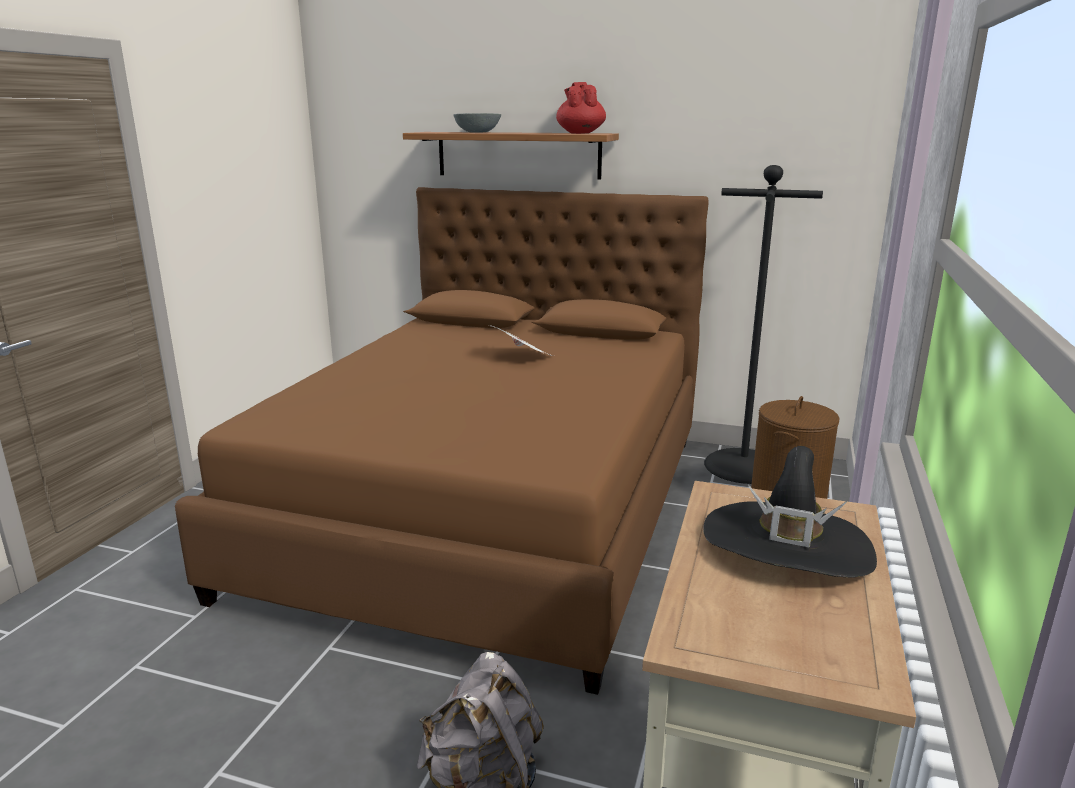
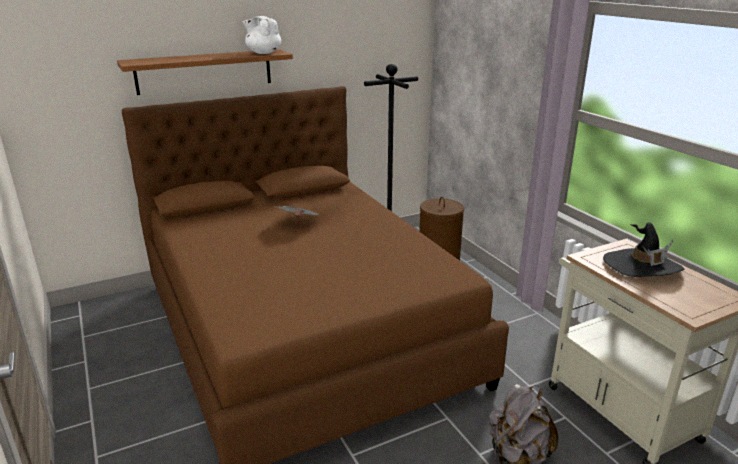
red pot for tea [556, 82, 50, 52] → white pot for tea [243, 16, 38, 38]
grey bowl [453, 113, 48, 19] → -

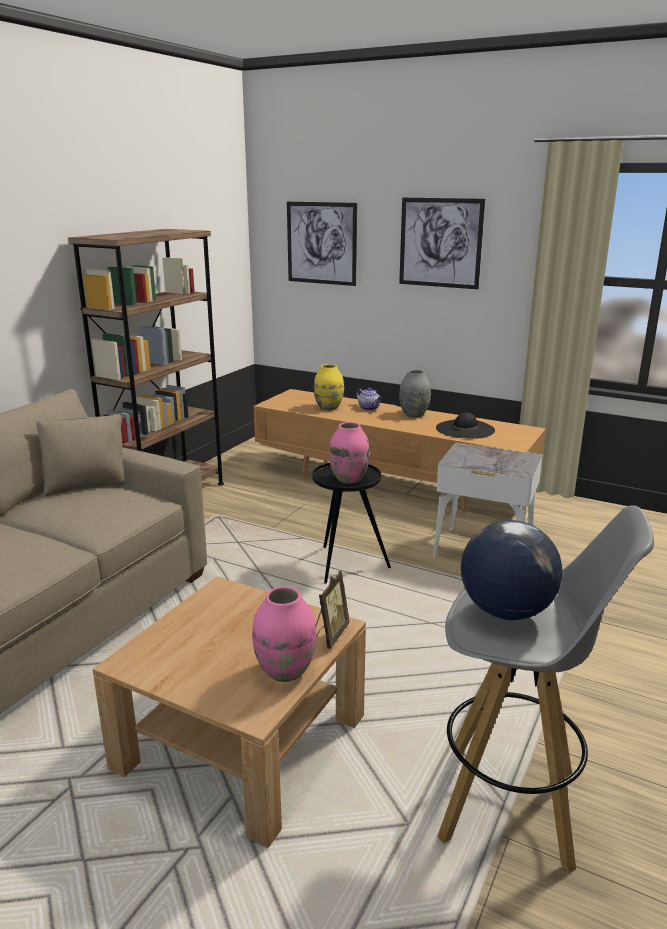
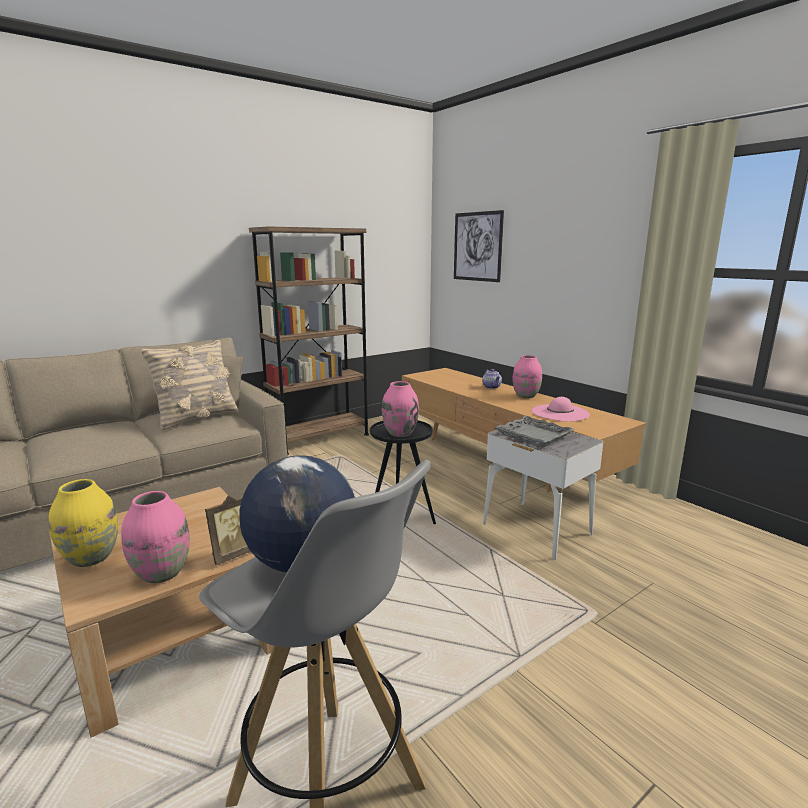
wall art [399, 198, 86, 91] → -
yellowish vase [314, 364, 30, 46] → yellowish vase [49, 479, 69, 88], moved
grey vase [399, 370, 32, 47] → pink-coloured vase [512, 355, 30, 43]
black-coloured hat [436, 412, 59, 27] → pink-coloured hat [532, 397, 58, 25]
- → beige throw pillow [141, 340, 98, 90]
- → grey carrying tray [495, 416, 80, 31]

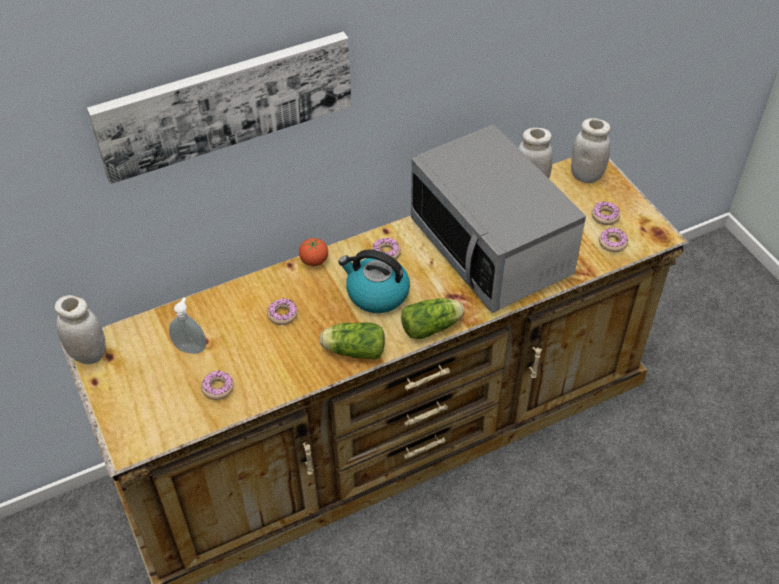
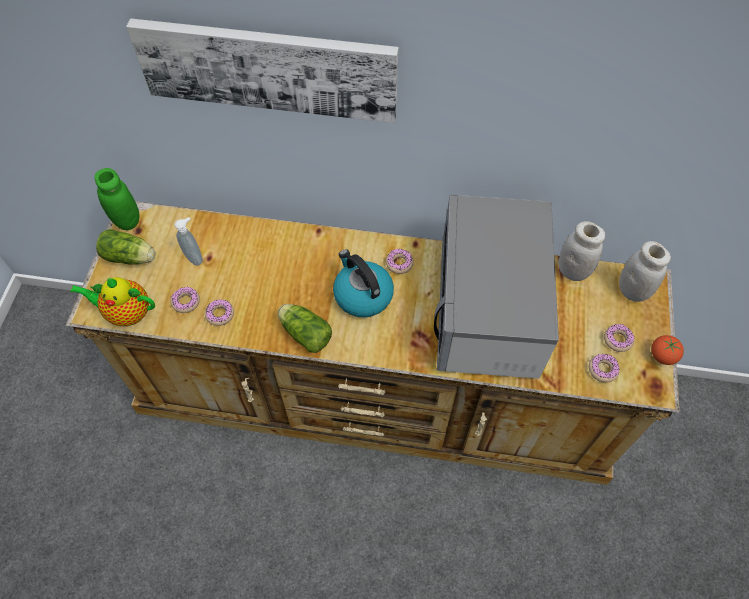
tomato [299, 238, 29, 28] → tomato [651, 335, 33, 30], moved
white jar [54, 295, 52, 69] → green jar [94, 168, 46, 62]
donut [267, 298, 31, 27] → donut [205, 299, 29, 27], moved
lettuce [401, 298, 64, 41] → lettuce [96, 229, 60, 36], moved
- → pot for tea [70, 277, 85, 49]

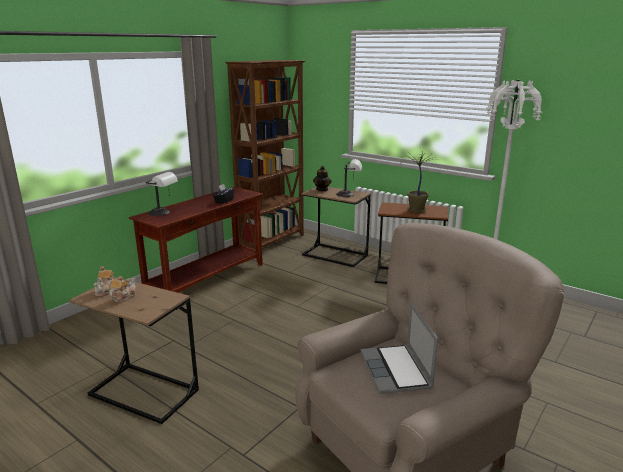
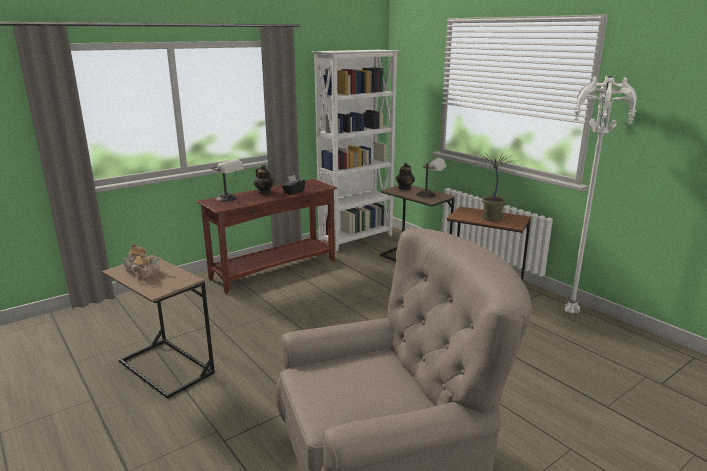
brown-coloured bookshelf [225, 60, 81, 189] → white bookshelf [312, 50, 89, 202]
portable computer [361, 302, 77, 92] → -
- → pot for tea [254, 165, 20, 29]

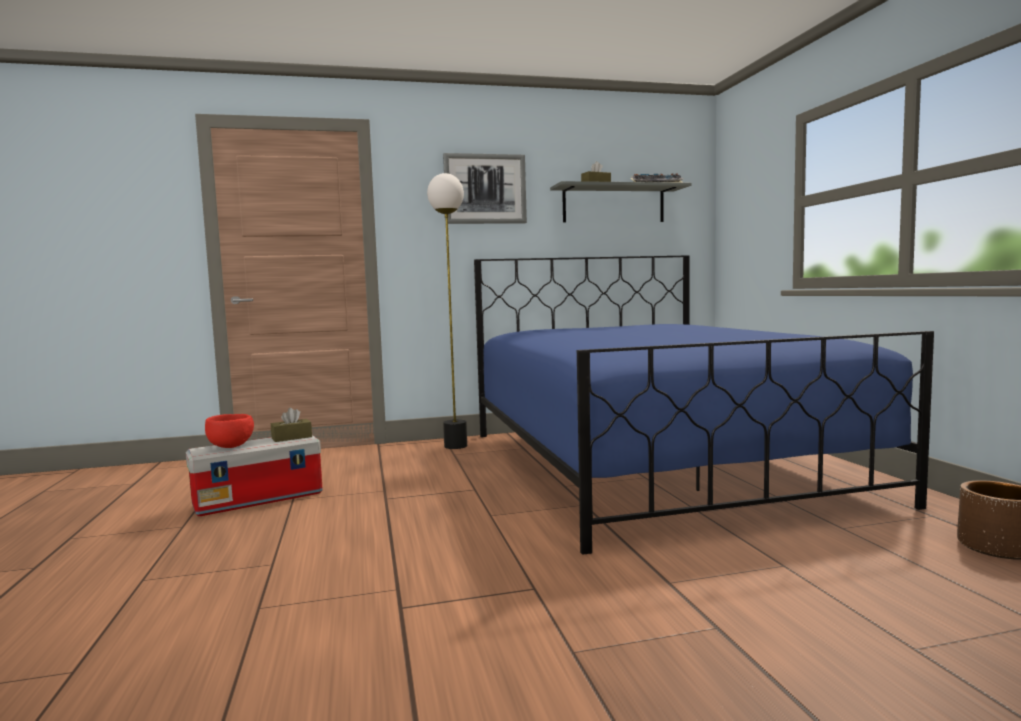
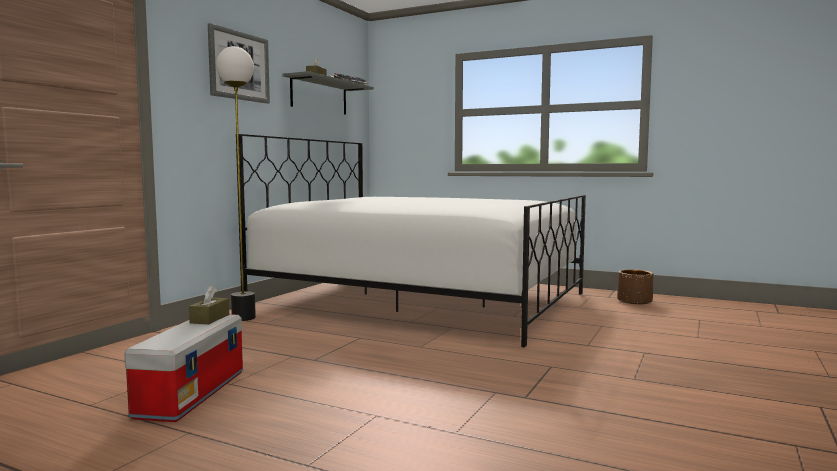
blue bed [474, 255, 460, 300] → white bed [236, 134, 350, 214]
red bowl [205, 414, 49, 34] → -

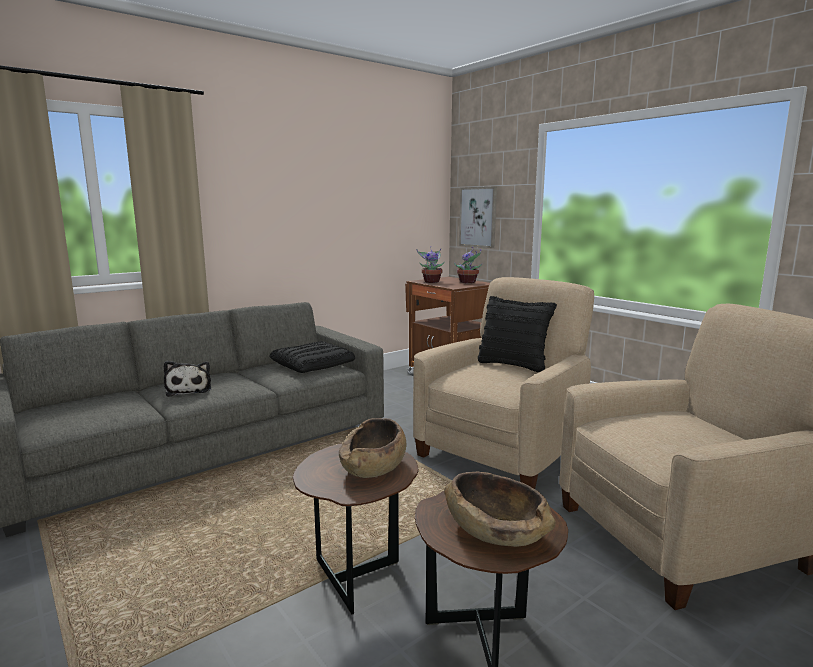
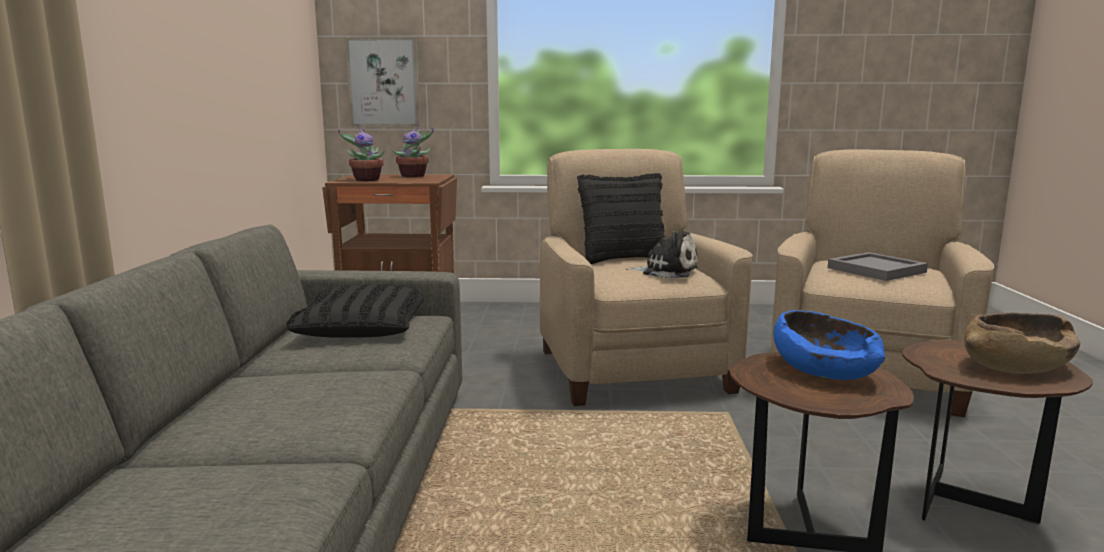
soft toy [164, 361, 47, 36] → soft toy [626, 230, 72, 48], moved
brown-coloured bowl [339, 418, 67, 60] → blue bowl [773, 310, 112, 70]
- → grey carrying tray [828, 252, 100, 29]

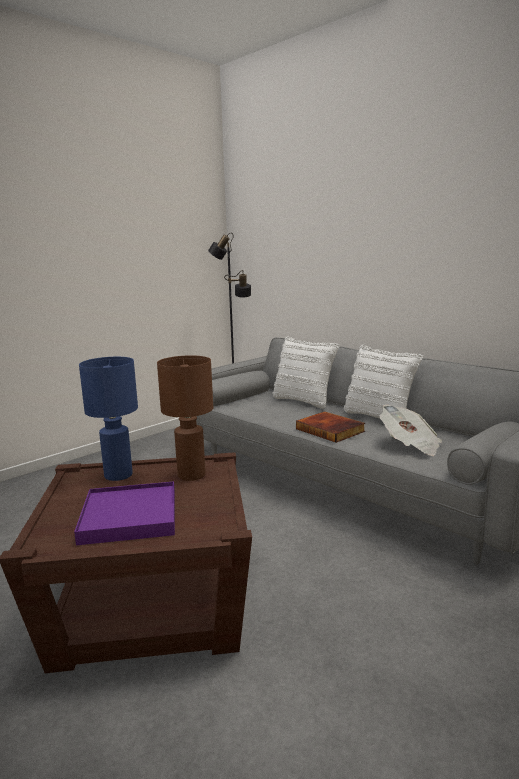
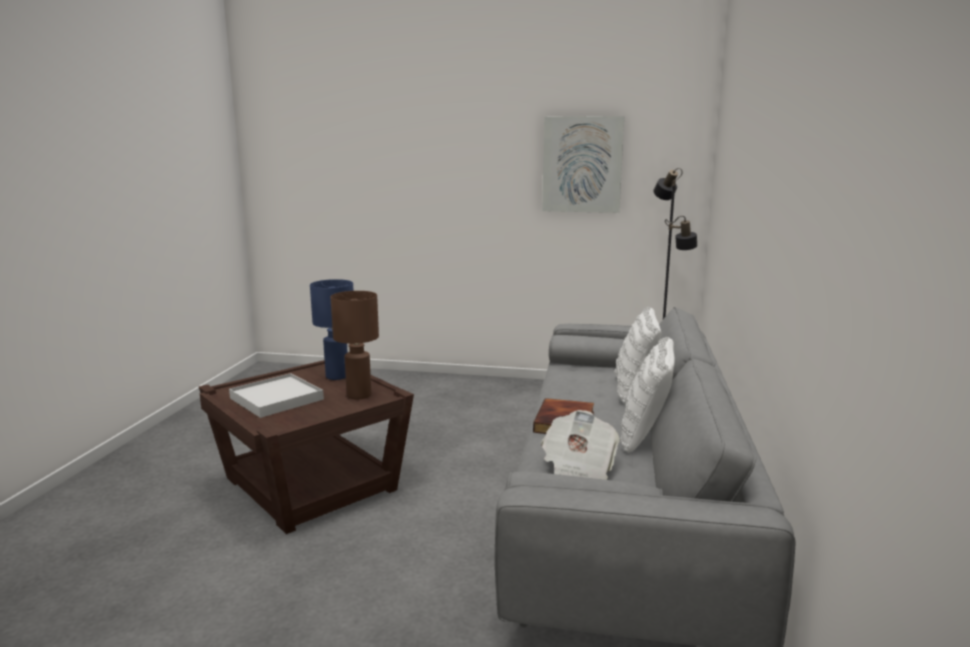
purple-coloured carrying tray [74, 481, 101, 64] → white carrying tray [229, 373, 95, 45]
- → wall art [542, 116, 82, 97]

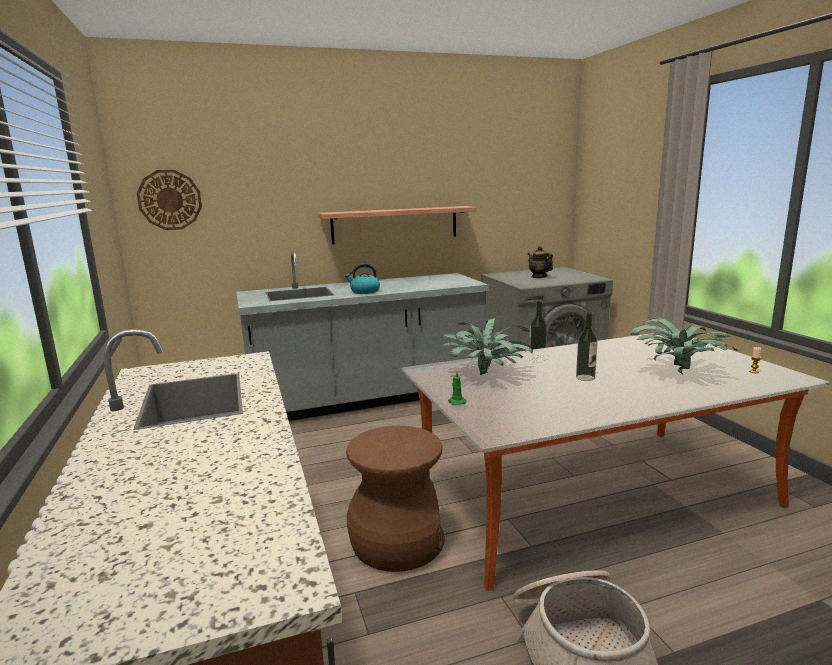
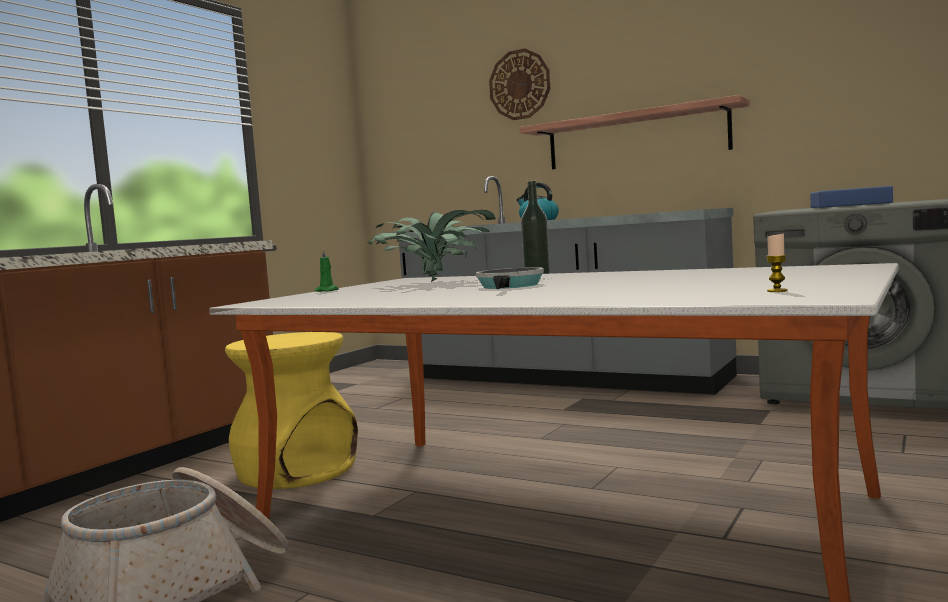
hanging clock [137, 170, 65, 60] → hanging clock [489, 48, 61, 72], moved
pot for tea [528, 246, 25, 32] → blue carrying tray [810, 186, 83, 22]
drink bottle [576, 312, 22, 69] → skillet [476, 267, 68, 22]
plant in a pot [630, 318, 110, 57] → -
brown-coloured sitting stool [346, 426, 99, 146] → yellowish sitting stool [225, 332, 133, 157]

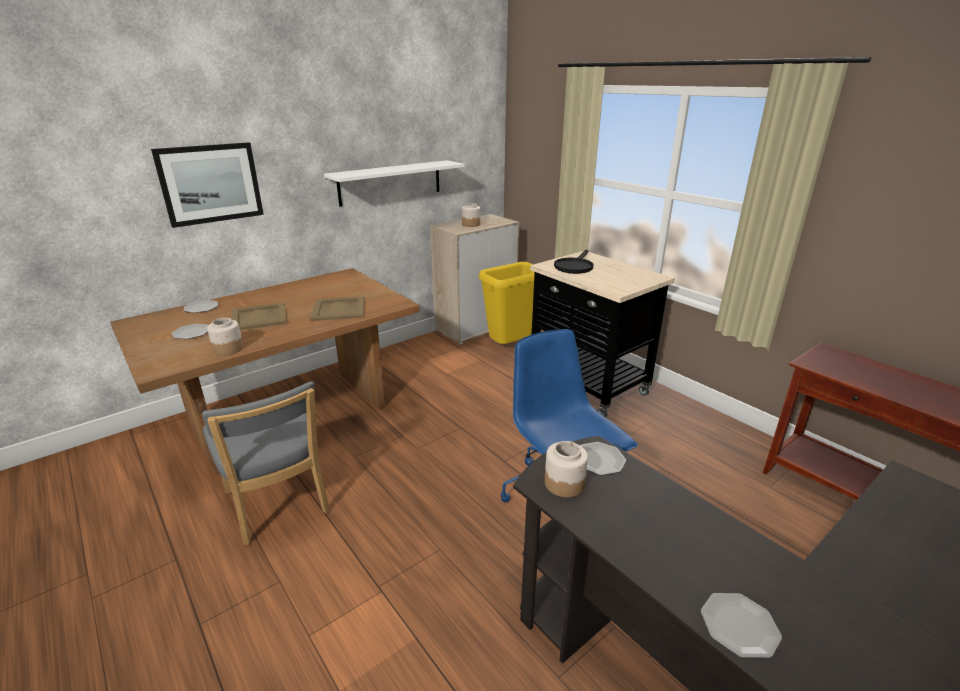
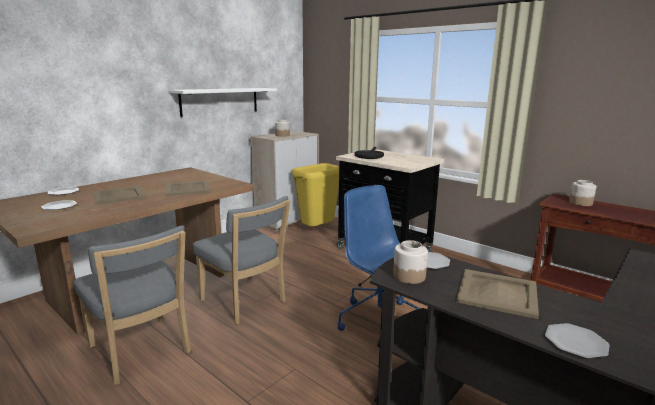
wall art [151, 142, 113, 86] → -
jar [207, 318, 36, 38] → jar [569, 180, 28, 26], moved
- → grey plain chair [193, 196, 97, 128]
- → beige carrying tray [456, 269, 83, 50]

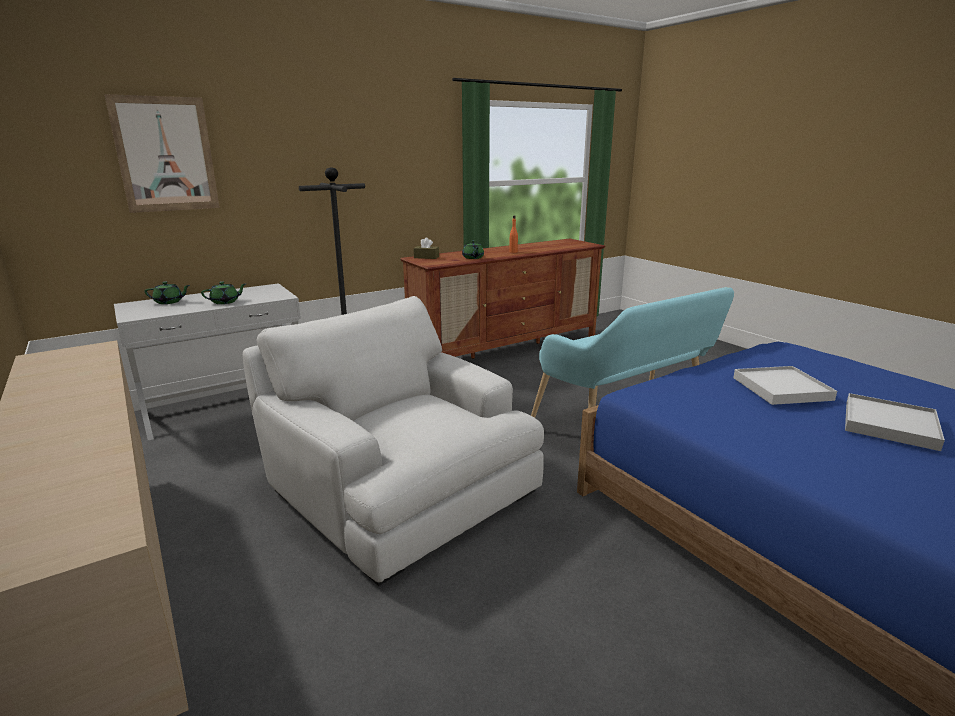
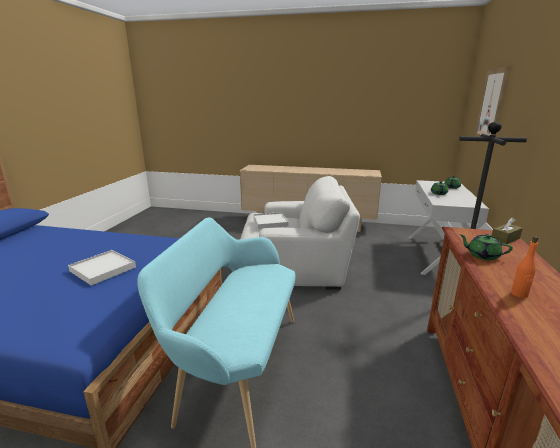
white carrying tray [845, 393, 100, 58] → white carrying tray [253, 212, 35, 17], moved

